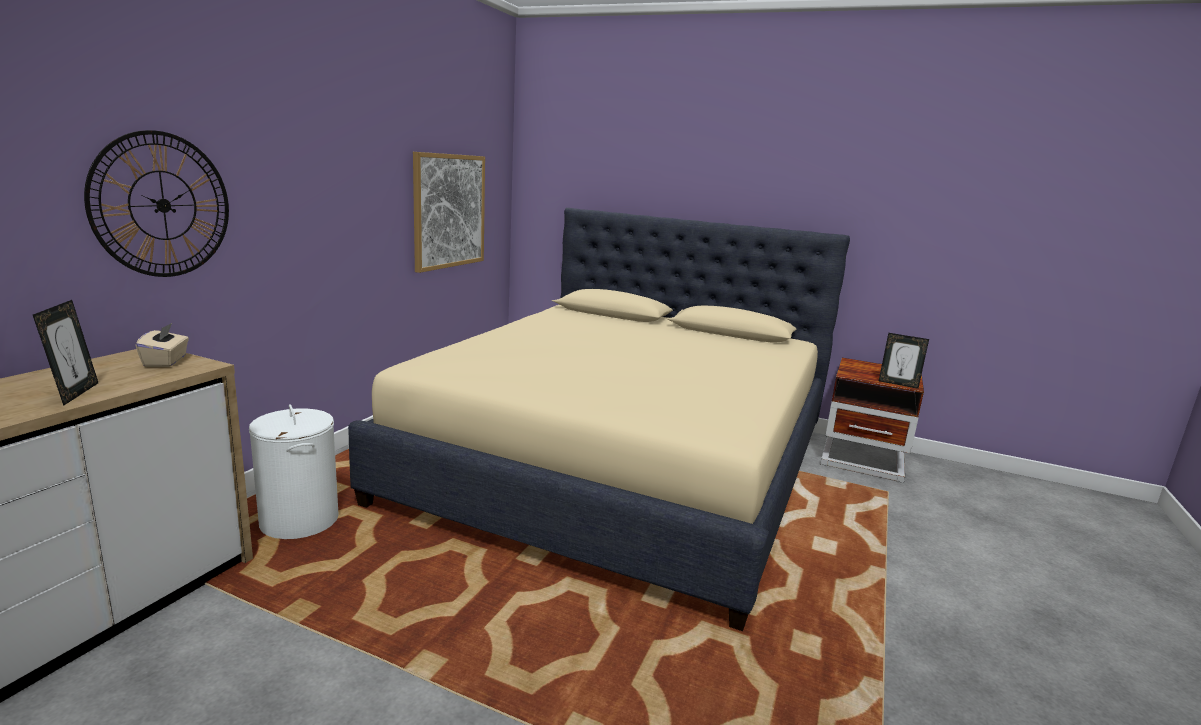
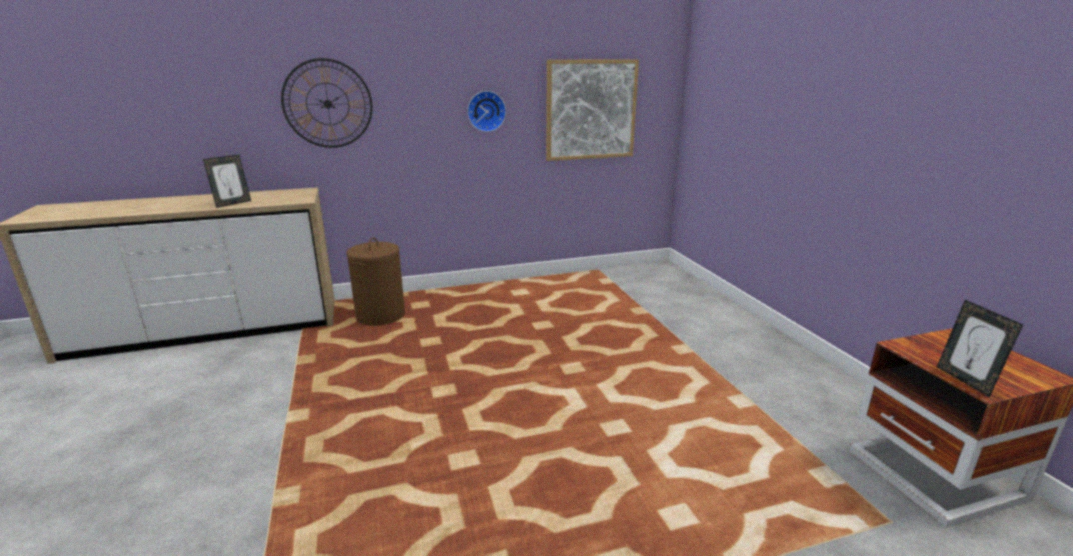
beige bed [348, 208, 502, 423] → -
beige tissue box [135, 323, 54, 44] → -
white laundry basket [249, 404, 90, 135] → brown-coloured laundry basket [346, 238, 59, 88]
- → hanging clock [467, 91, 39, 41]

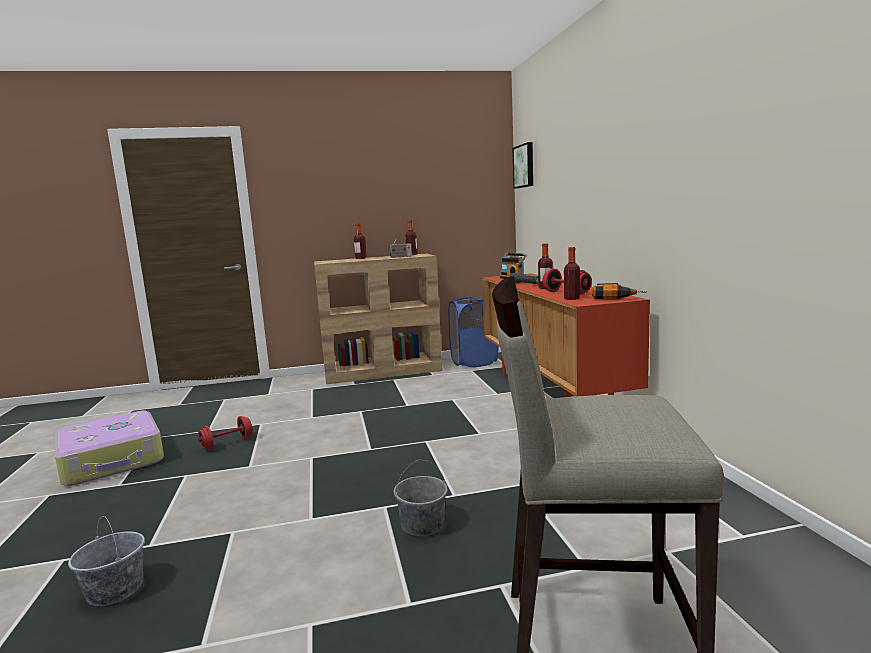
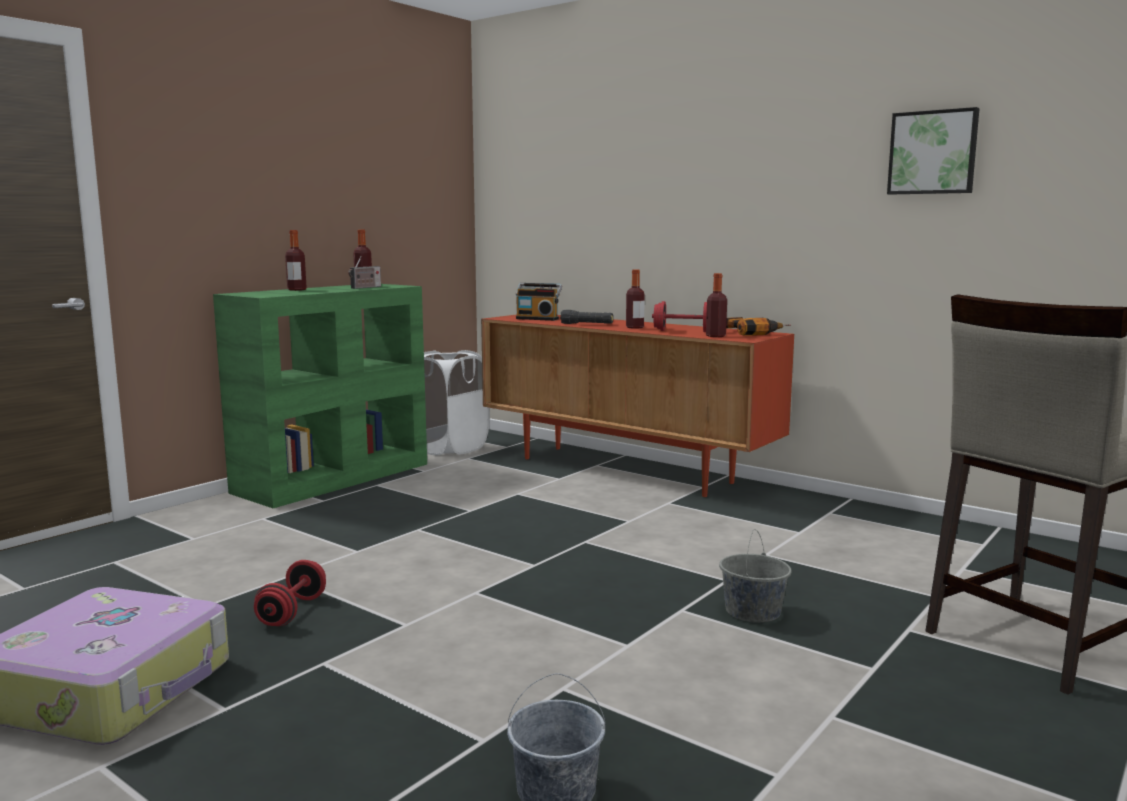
wall art [513, 142, 20, 47] → wall art [887, 107, 93, 88], moved
brown-coloured bookshelf [314, 254, 129, 130] → green bookshelf [213, 284, 214, 224]
blue laundry basket [448, 297, 50, 70] → white laundry basket [424, 350, 66, 105]

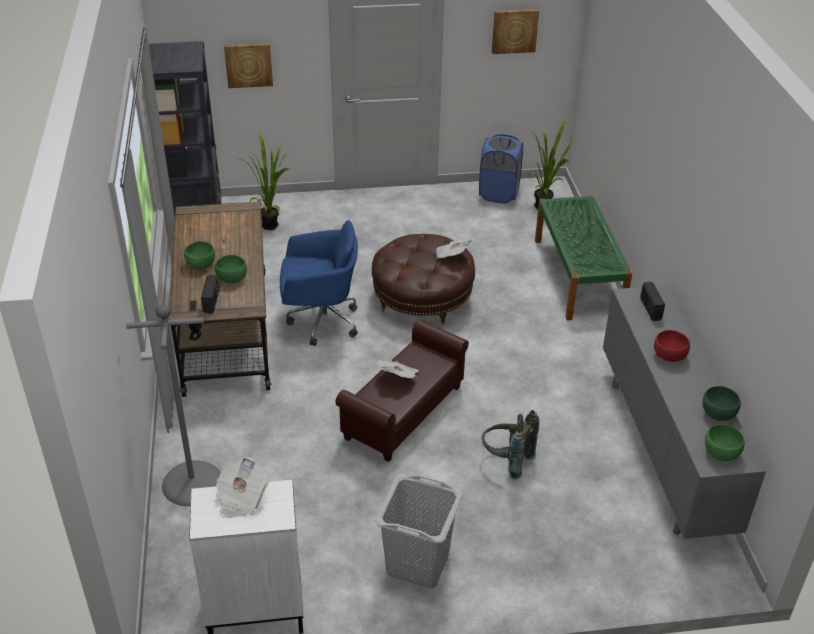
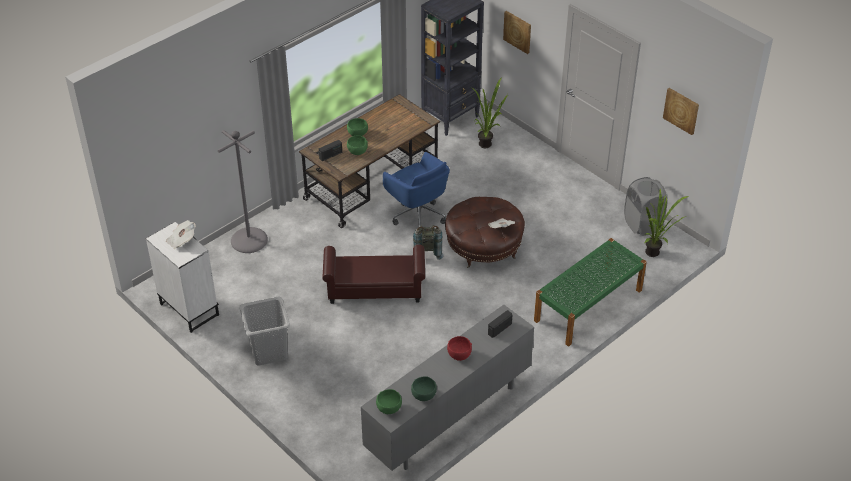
blue laundry basket [479, 134, 44, 69] → grey laundry basket [624, 177, 43, 59]
daily paper [377, 360, 42, 19] → -
grey knapsack [482, 410, 57, 69] → grey knapsack [413, 225, 31, 35], moved

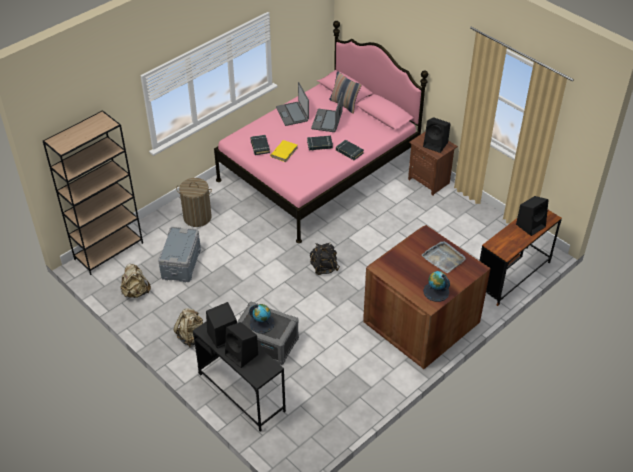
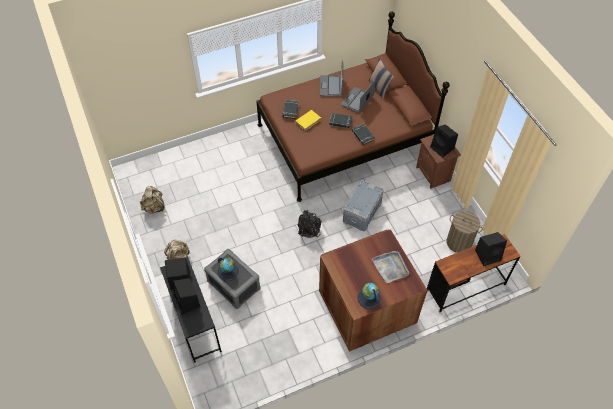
pink-coloured bed [214, 21, 214, 222] → brown-coloured bed [256, 12, 194, 190]
beige bookshelf [43, 110, 100, 165] → -
laundry basket [176, 178, 36, 49] → laundry basket [446, 211, 36, 42], moved
grey storage bin [158, 227, 43, 55] → grey storage bin [343, 180, 41, 51], moved

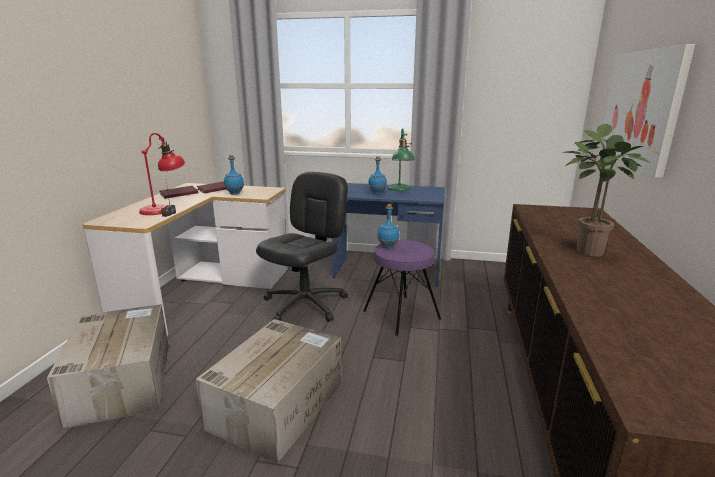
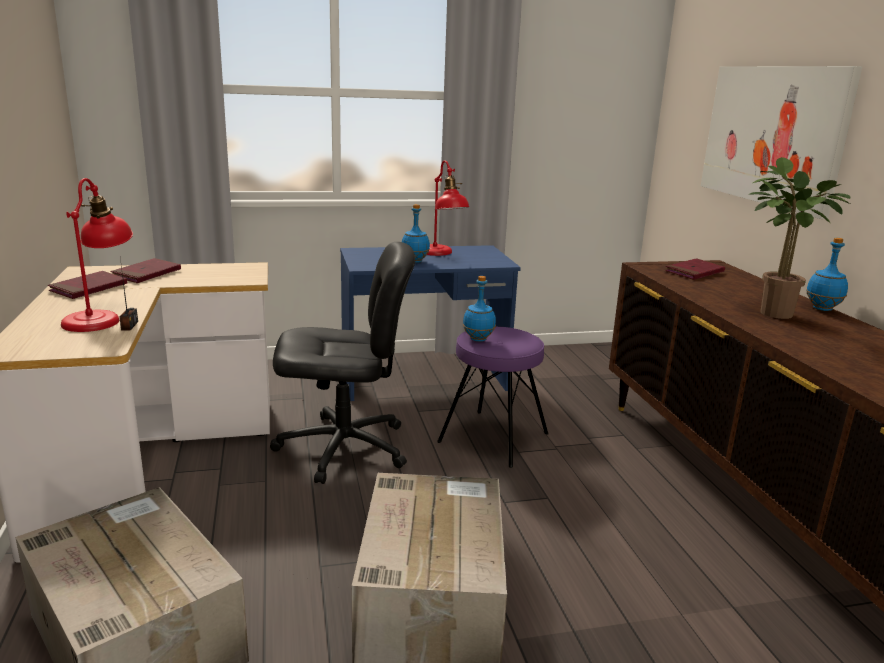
green table lamp [388, 128, 27, 63] → red table lamp [427, 160, 43, 96]
blue drink bottle [224, 155, 20, 40] → blue drink bottle [806, 238, 42, 73], moved
black-coloured desk chair [256, 172, 92, 150] → black-coloured desk chair [270, 242, 145, 242], 75 degrees clockwise
- → red book [665, 258, 60, 22]

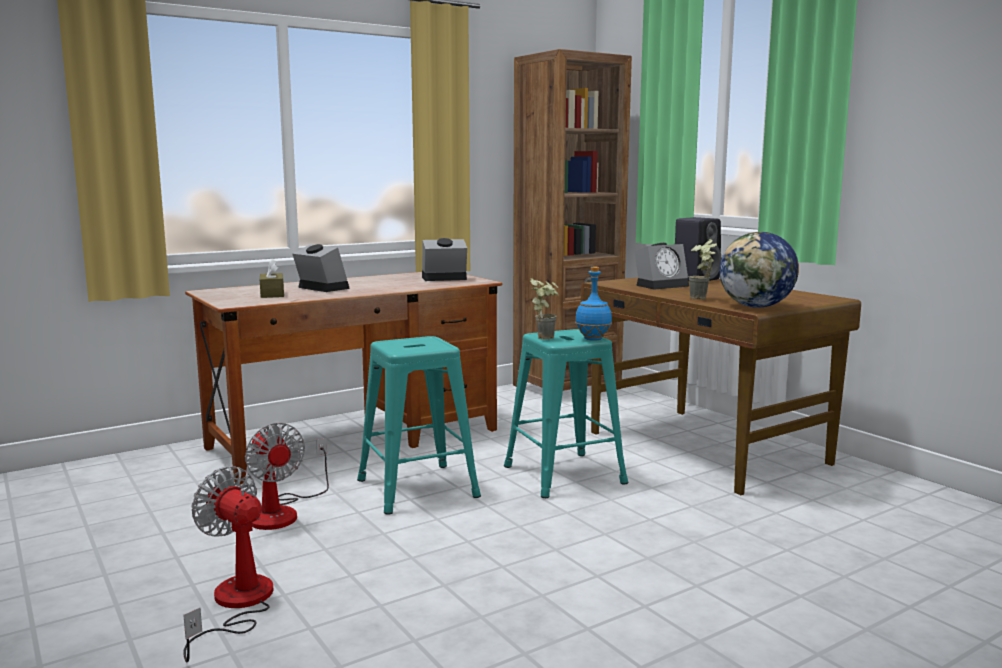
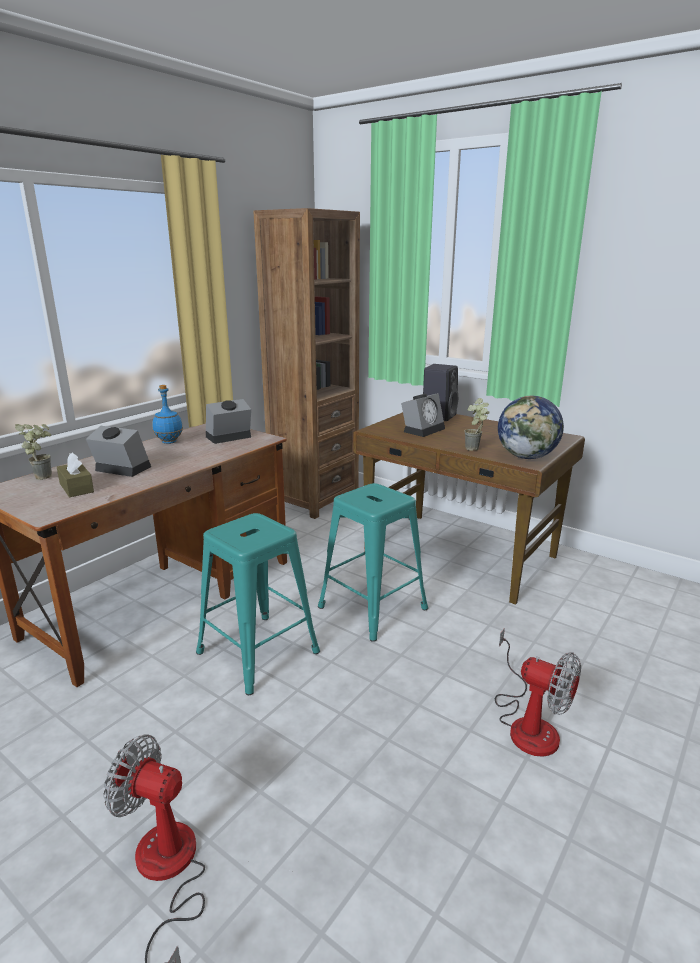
blue drink bottle [575, 267, 37, 74] → blue drink bottle [152, 385, 31, 59], moved
plant in a pot [530, 279, 29, 60] → plant in a pot [15, 424, 37, 56], moved
fan [245, 423, 84, 107] → fan [495, 628, 86, 129], moved

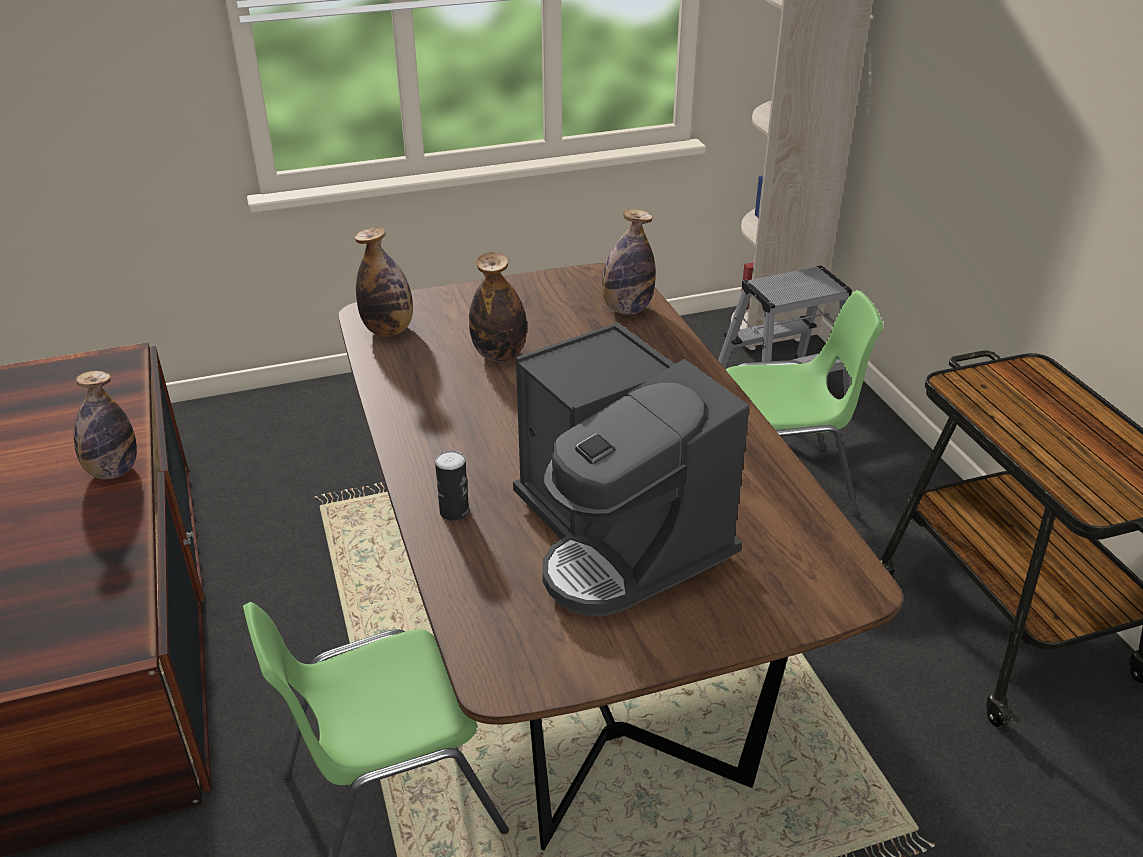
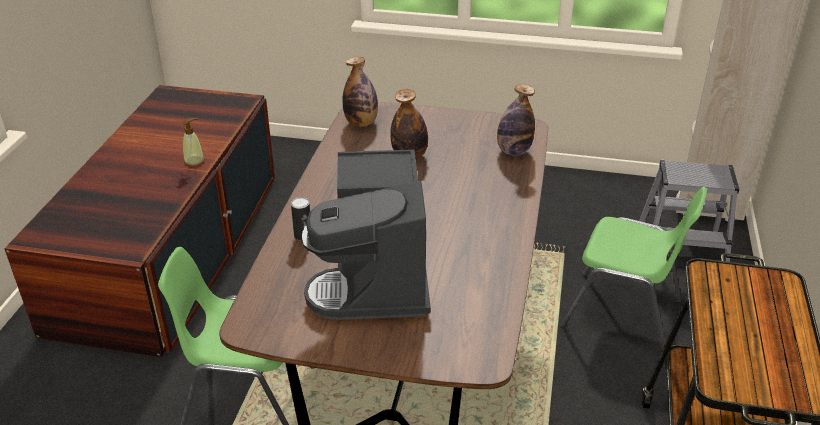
drink bottle [74, 371, 63, 108] → soap dispenser [182, 118, 22, 49]

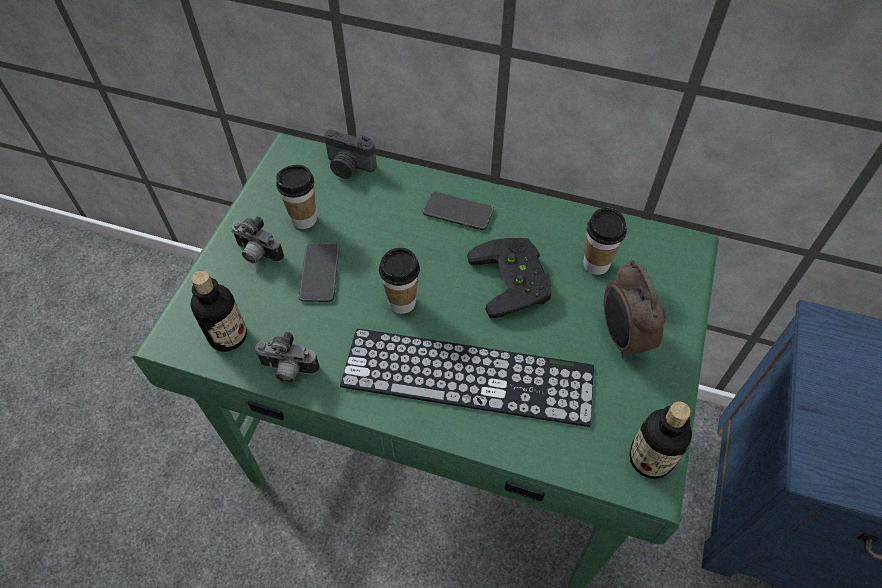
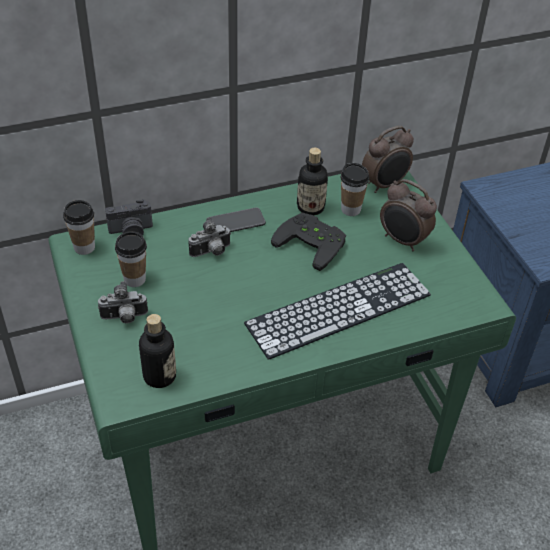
phone [299, 243, 40, 59] → -
cup [379, 248, 41, 66] → cup [63, 200, 32, 55], moved
photo camera [255, 331, 65, 52] → photo camera [188, 217, 42, 40], moved
drink bottle [629, 401, 63, 78] → drink bottle [297, 148, 31, 68], moved
- → table clock [362, 126, 52, 67]

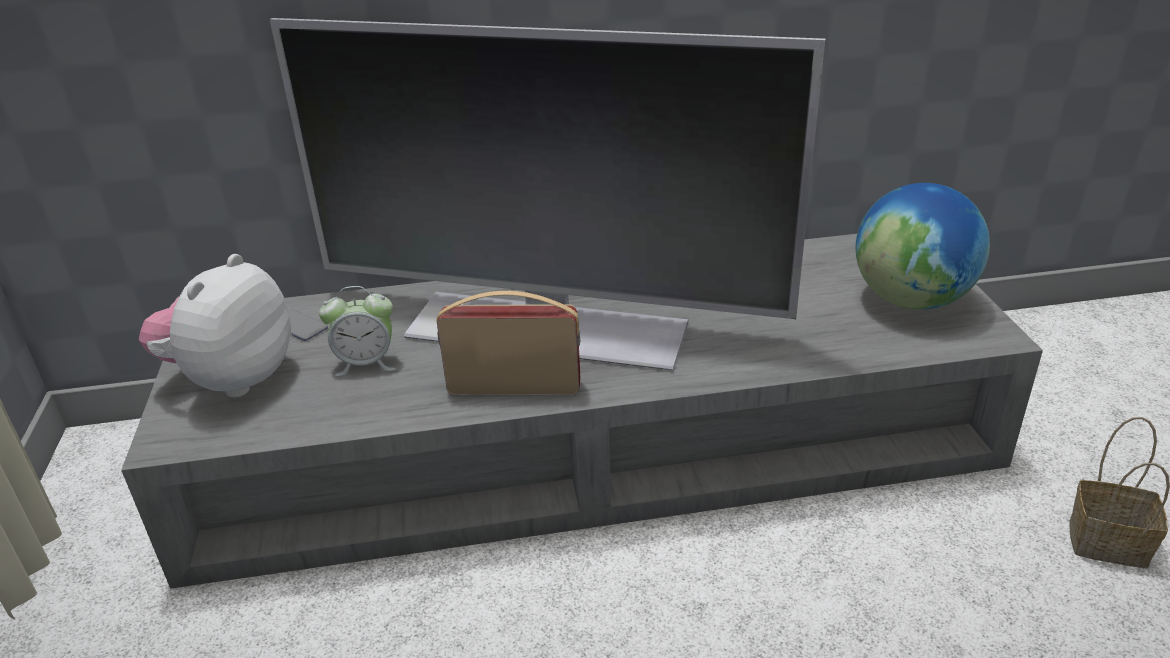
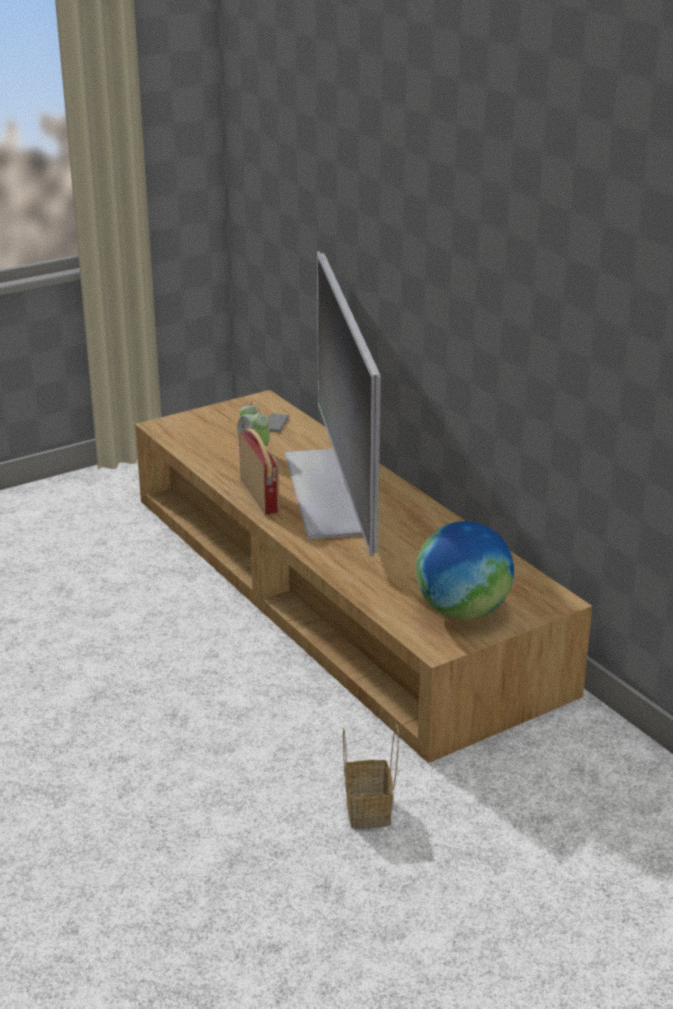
grey tv unit [121, 234, 922, 354] → brown-coloured tv unit [135, 390, 457, 373]
soft toy [139, 254, 152, 144] → -

